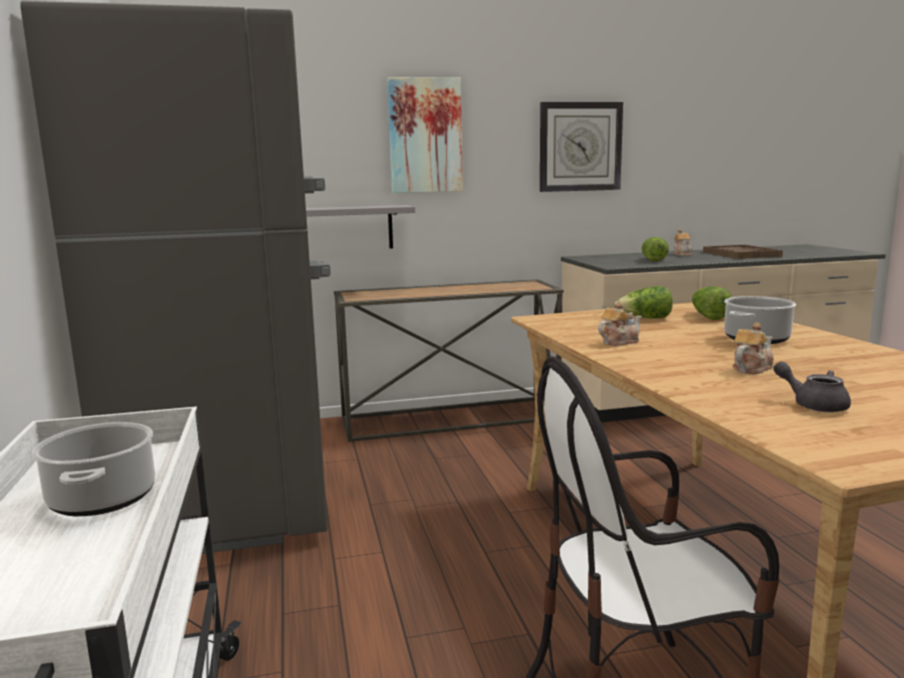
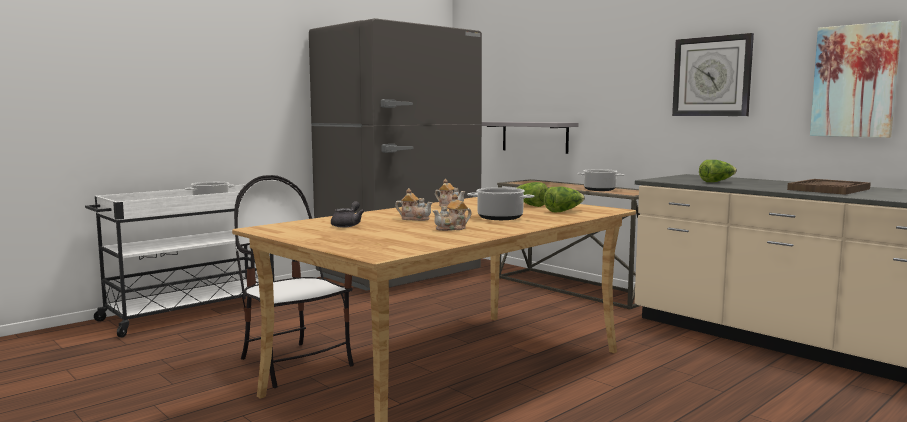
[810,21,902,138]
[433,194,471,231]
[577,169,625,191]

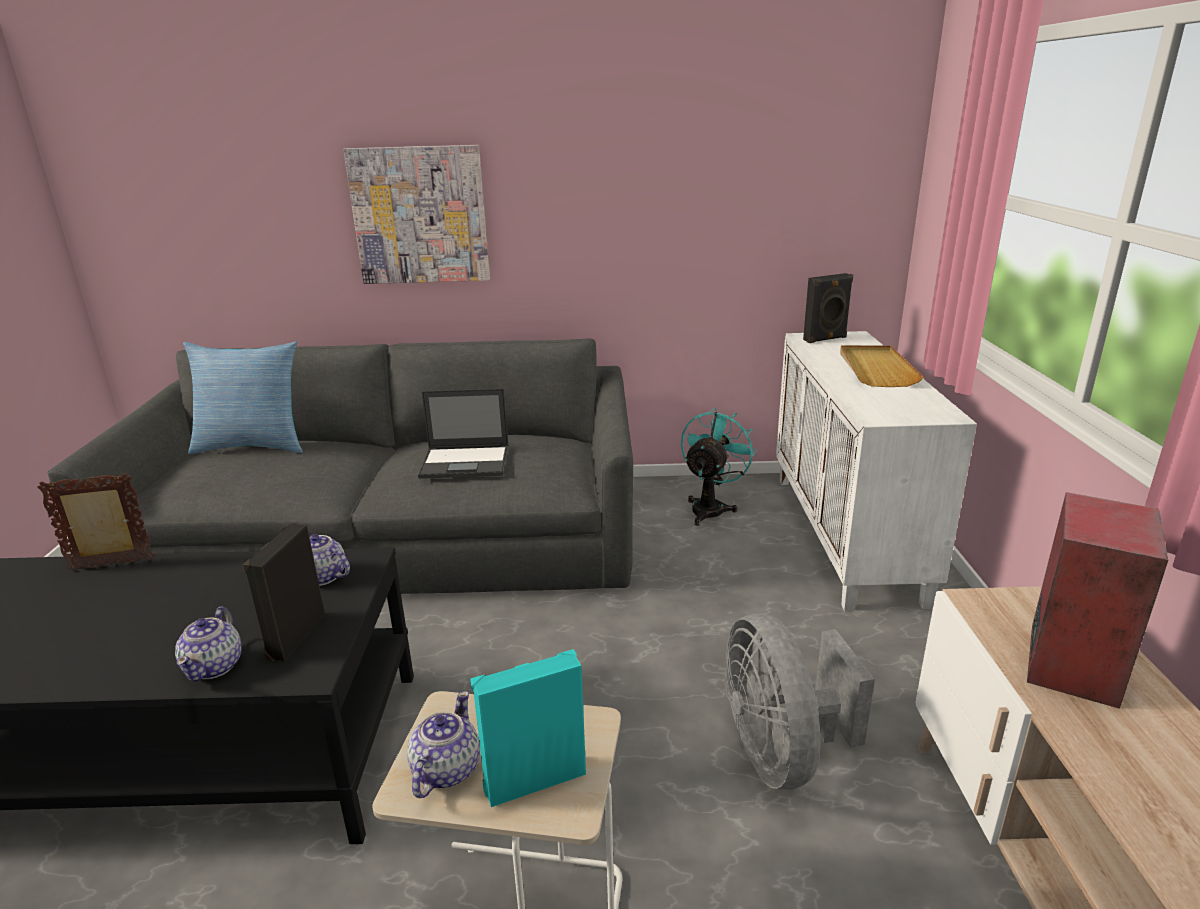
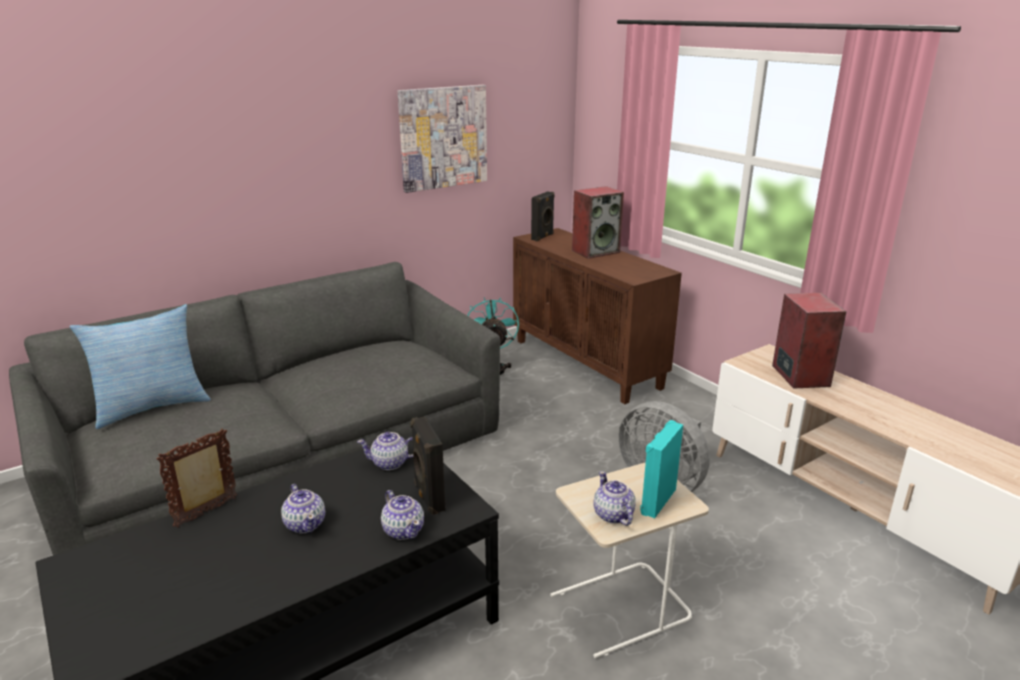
[398,85,487,193]
[418,389,509,479] (first image)
[513,228,682,404]
[572,186,624,259]
[281,484,325,533]

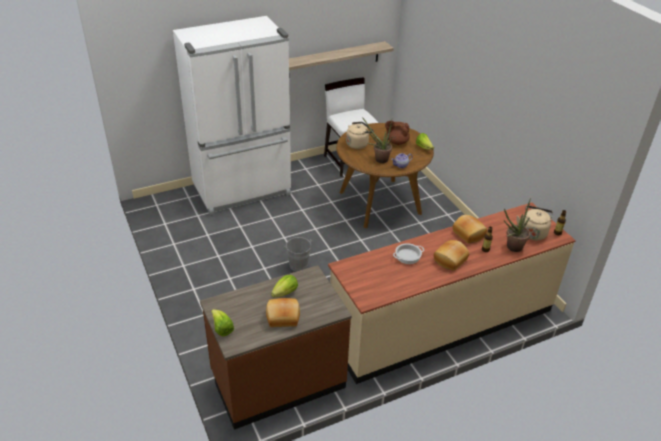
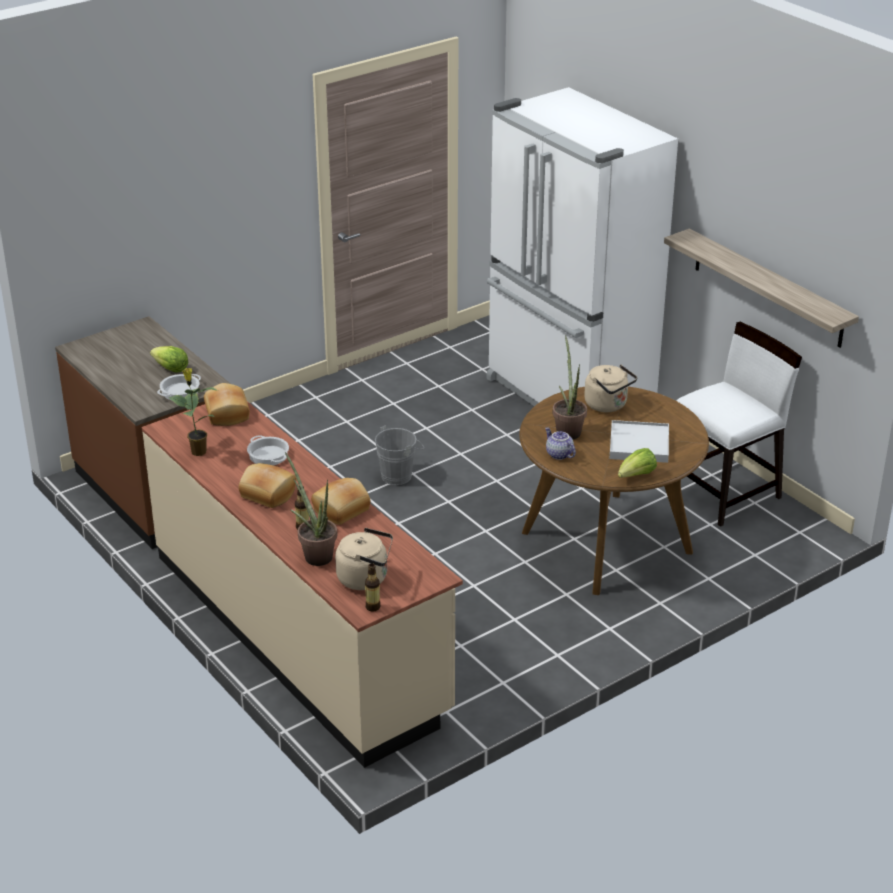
[211,309,234,336] (first image)
[204,383,250,426]
[610,420,669,463]
[157,374,201,400]
[169,368,218,456]

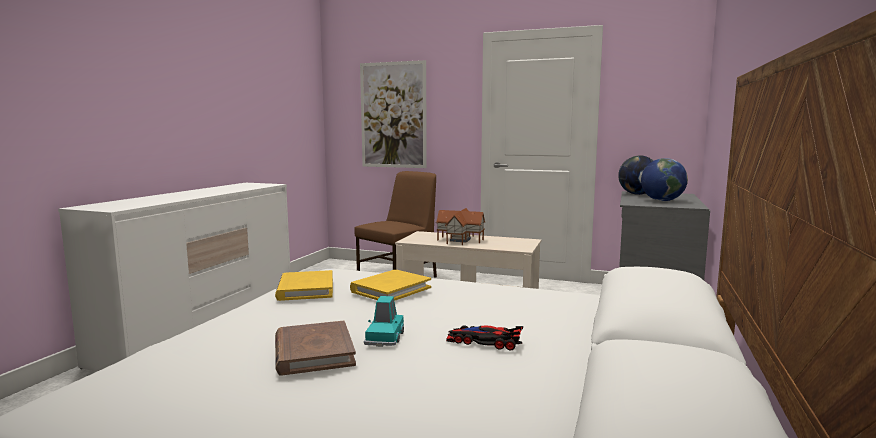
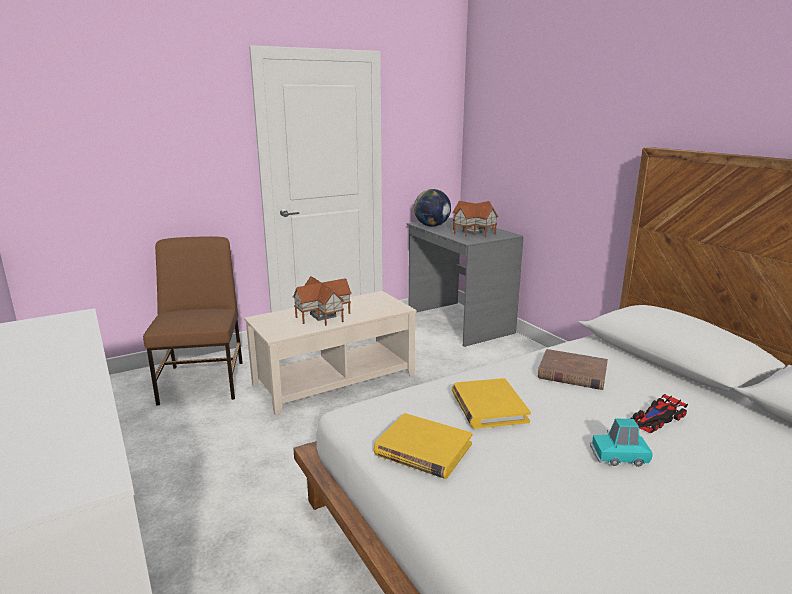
[538,349,608,390]
[360,60,427,168] (first image)
[590,419,653,467]
[452,201,498,237]

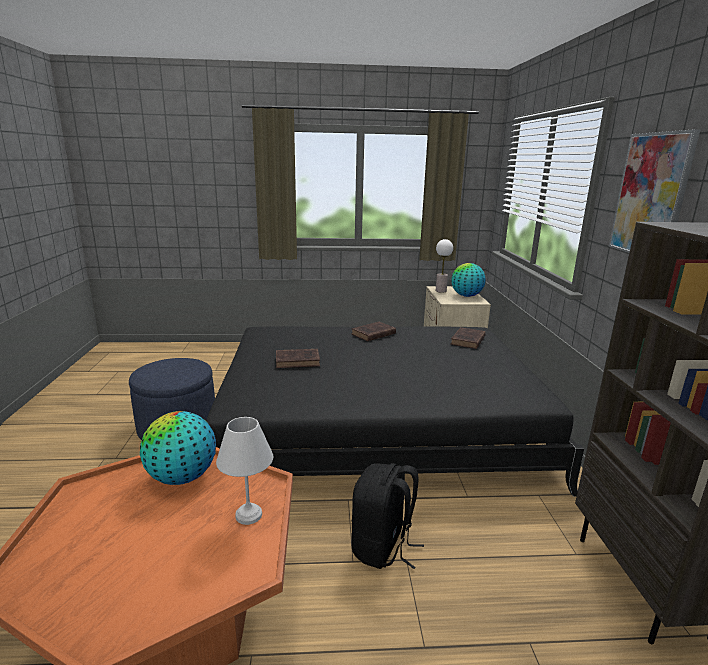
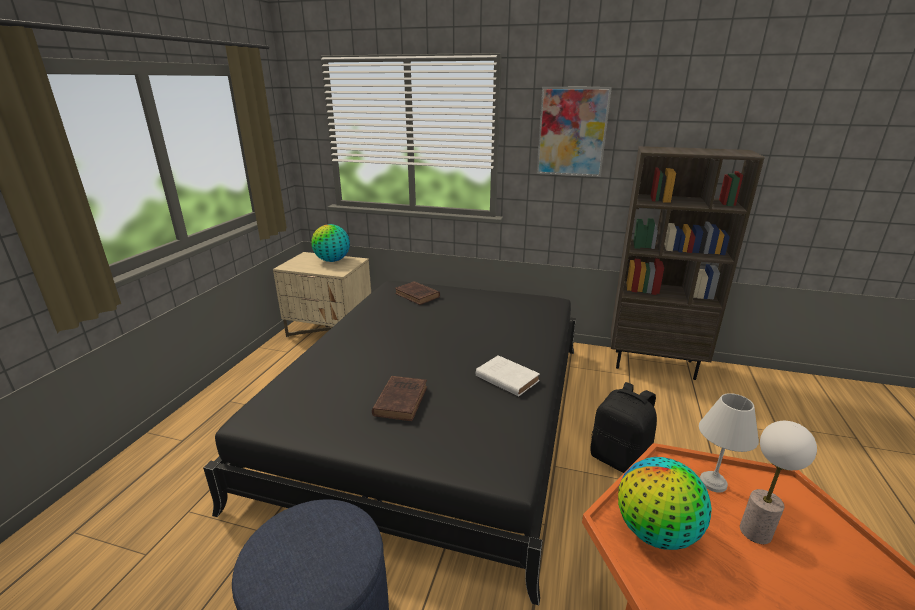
[351,322,396,341] (first image)
[740,421,817,544]
[476,355,540,396]

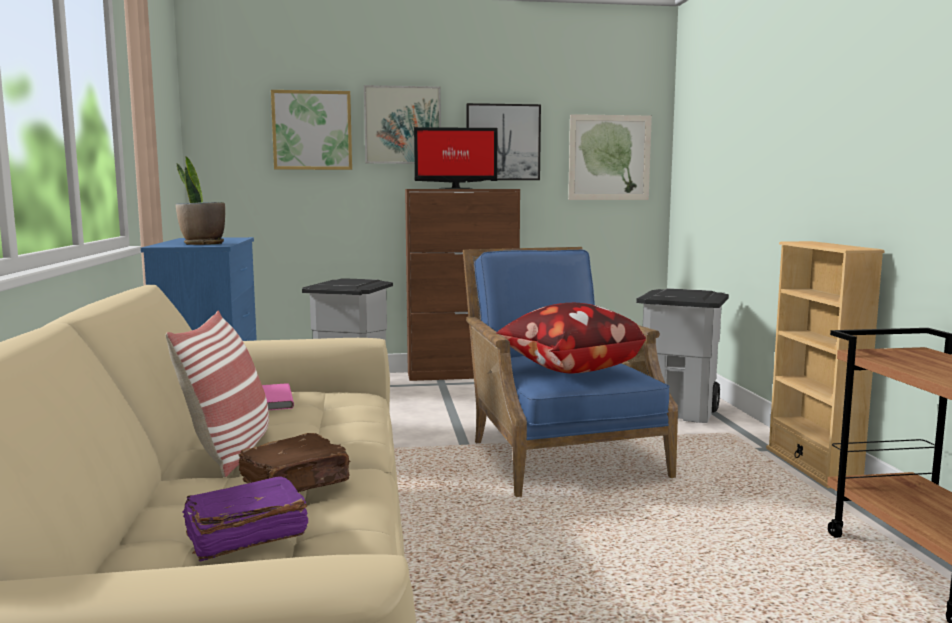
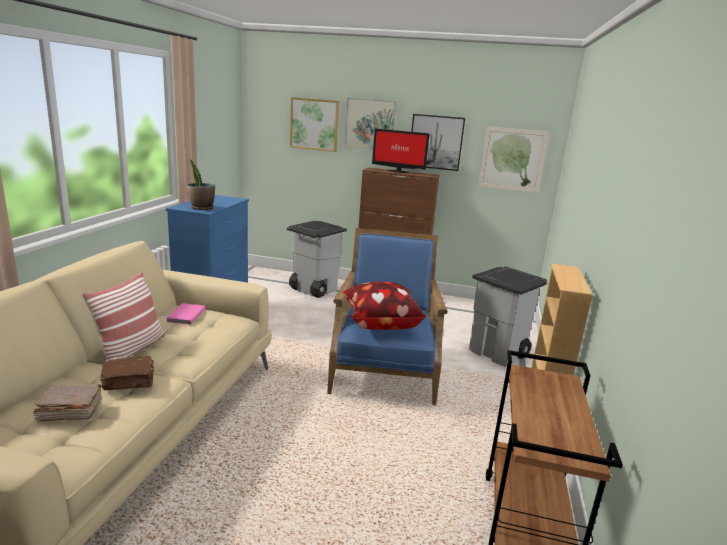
[33,384,102,422]

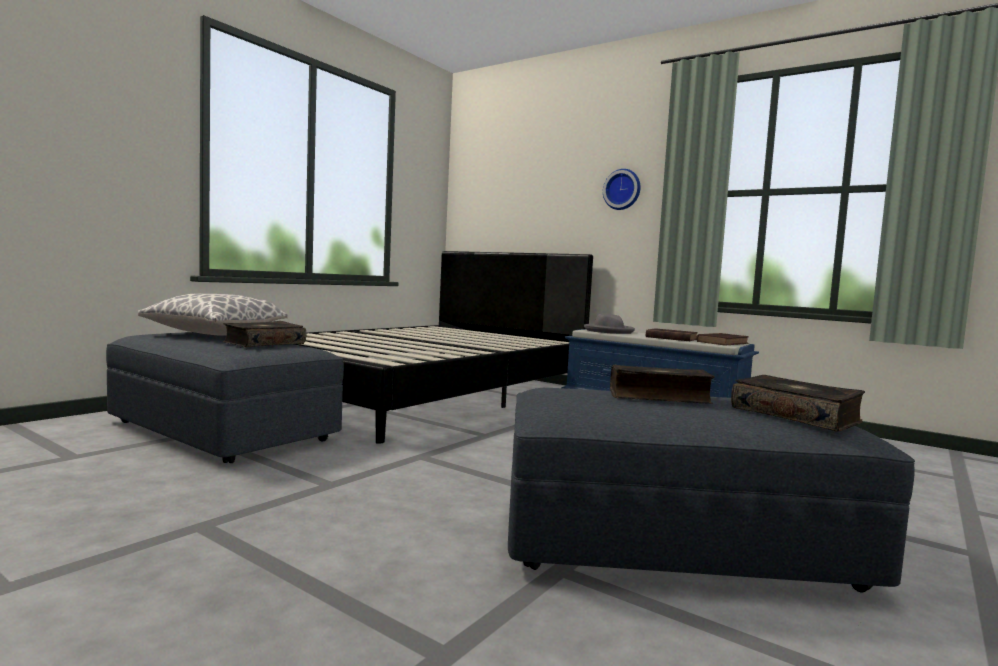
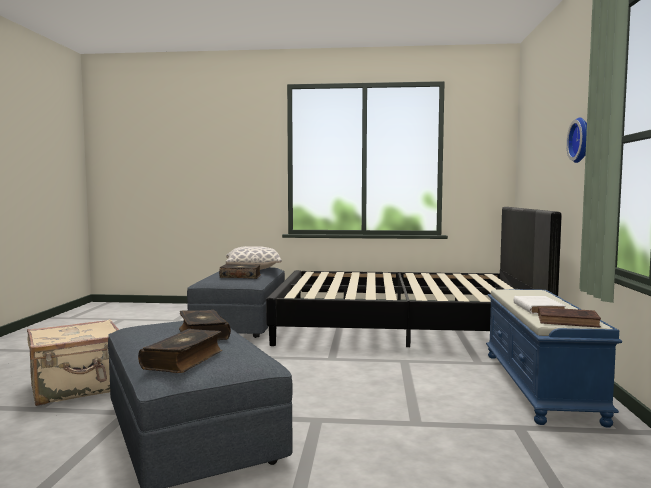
[584,314,635,334] (first image)
[514,296,566,314]
[27,319,119,406]

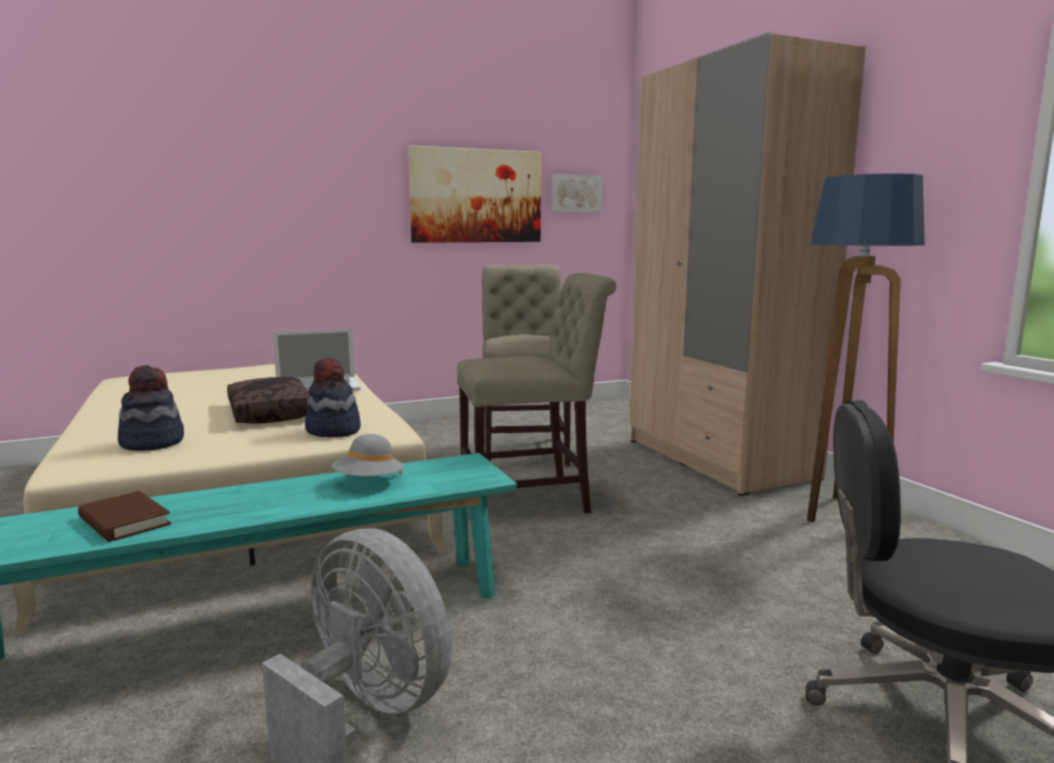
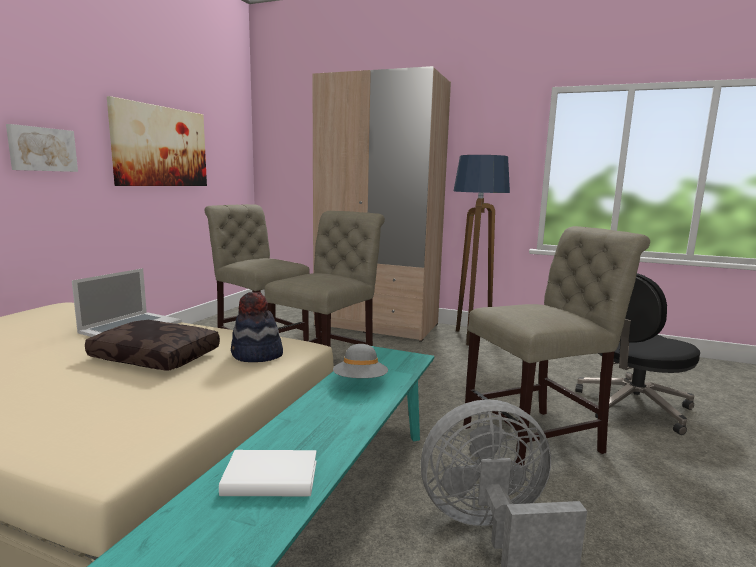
[219,450,317,496]
[118,365,184,451] (first image)
[6,124,78,172]
[464,226,650,465]

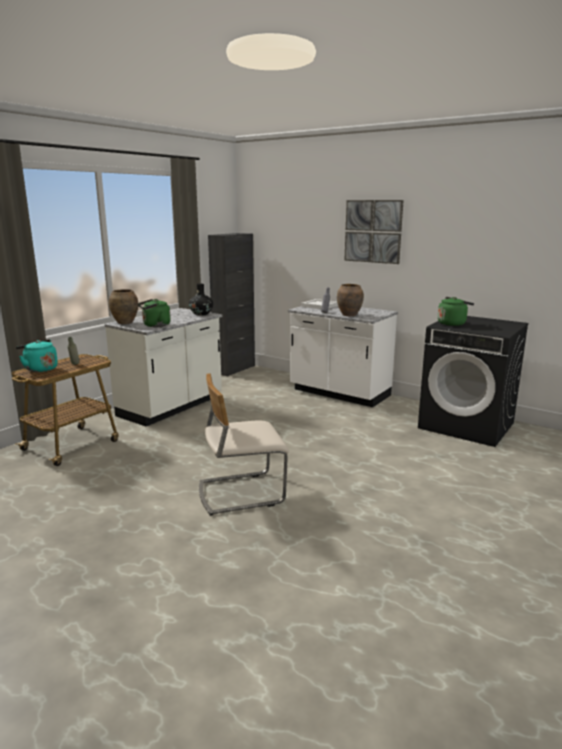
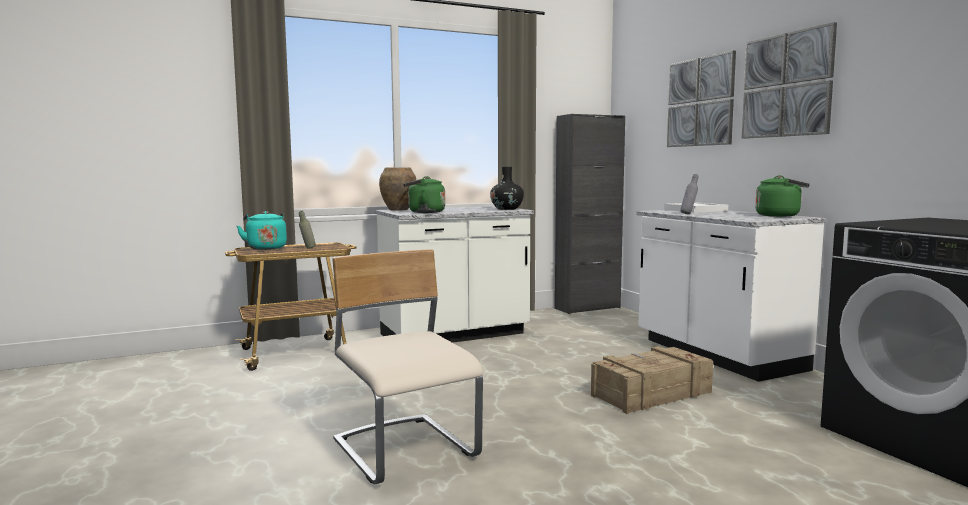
[332,249,484,485]
[337,284,364,316] (first image)
[755,175,810,217]
[591,346,713,414]
[667,51,736,147]

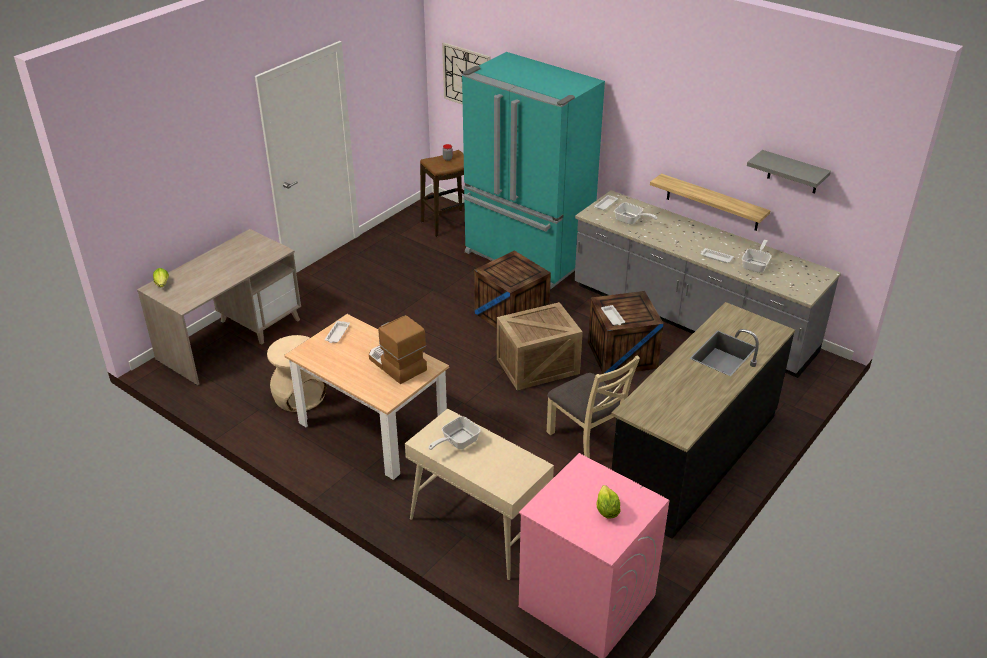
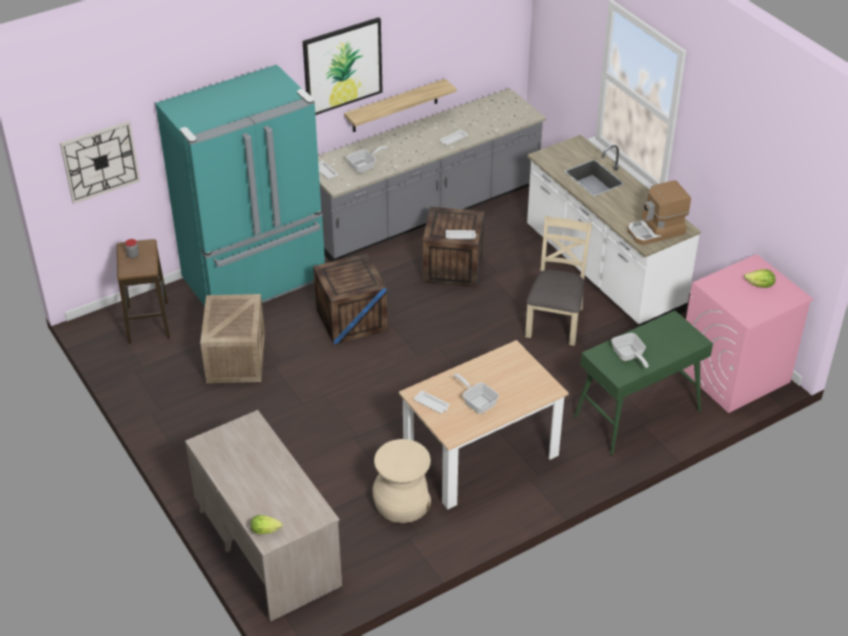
[628,180,691,245]
[574,311,713,455]
[200,294,265,383]
[525,216,592,346]
[527,135,701,326]
[454,374,499,414]
[747,150,831,194] (first image)
[303,17,383,115]

